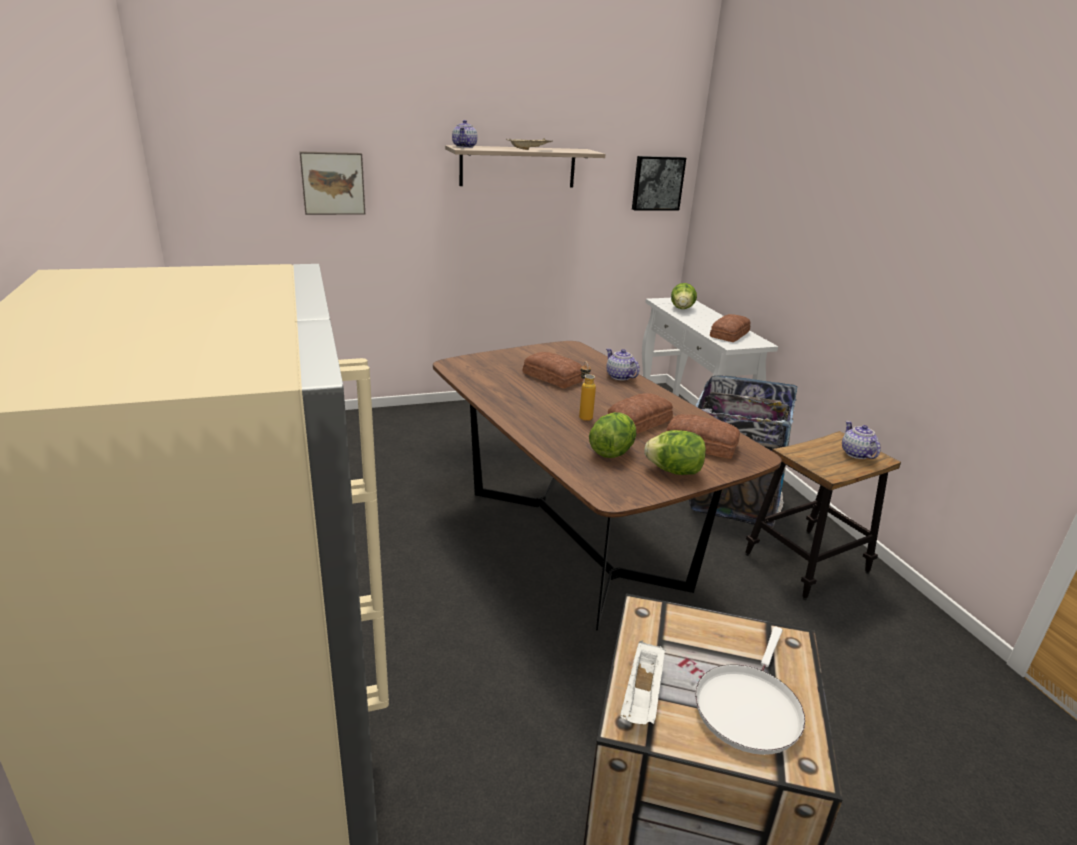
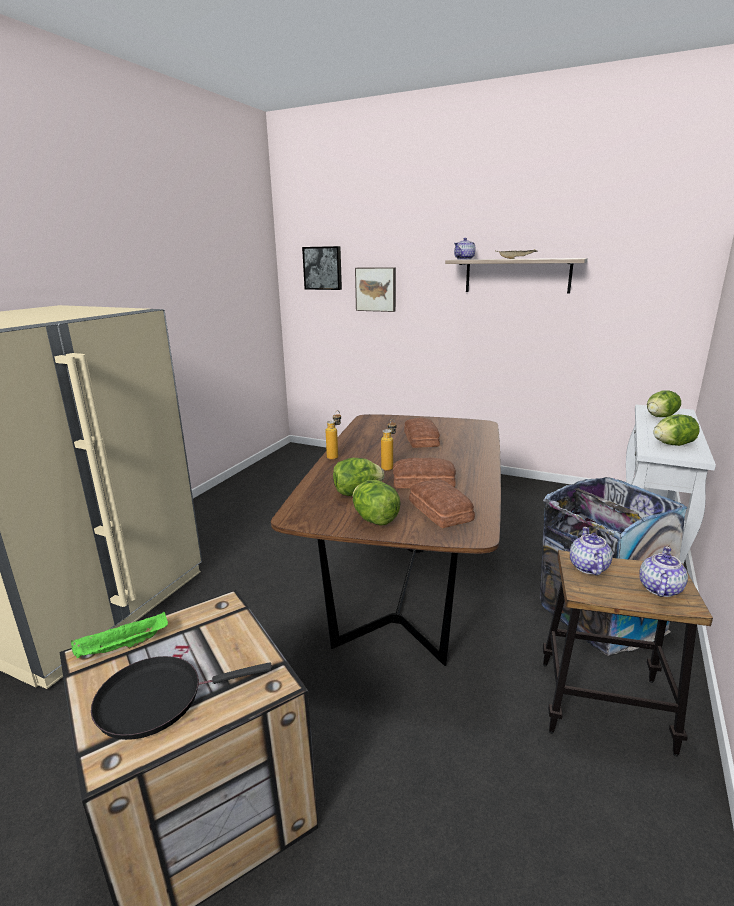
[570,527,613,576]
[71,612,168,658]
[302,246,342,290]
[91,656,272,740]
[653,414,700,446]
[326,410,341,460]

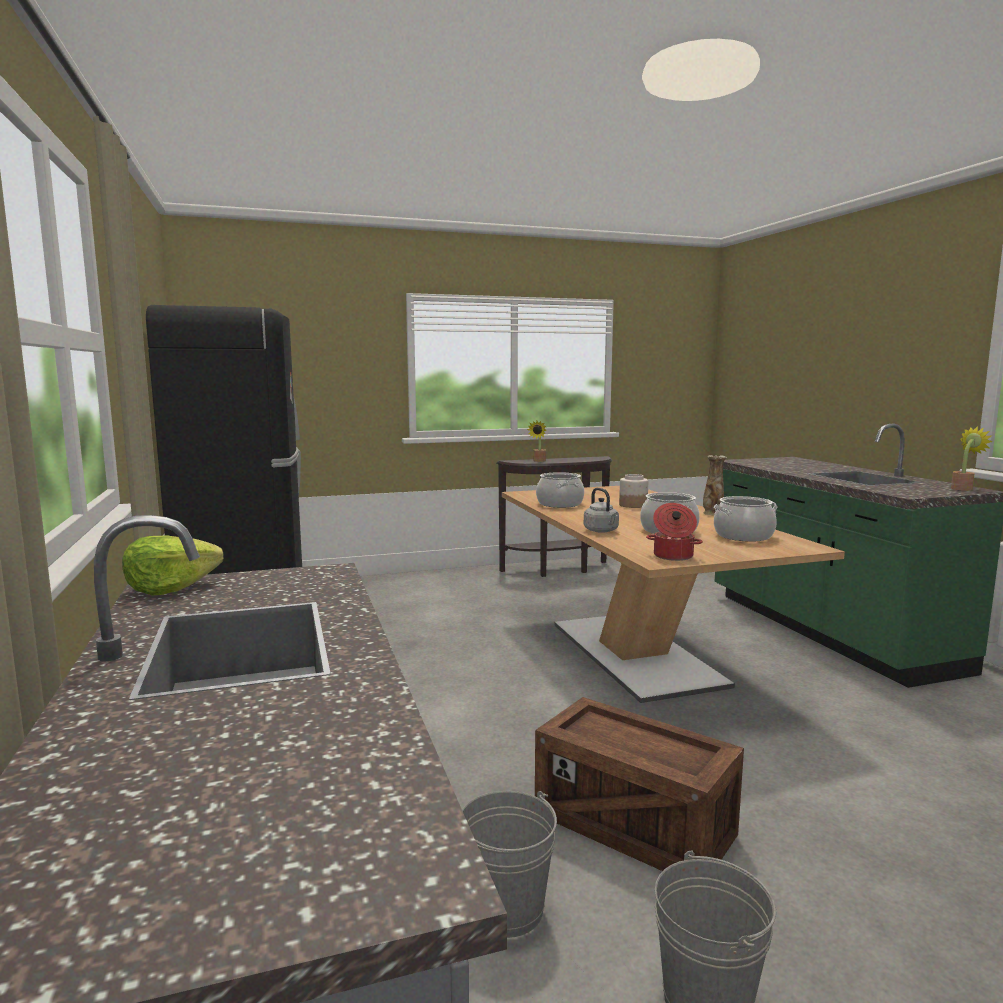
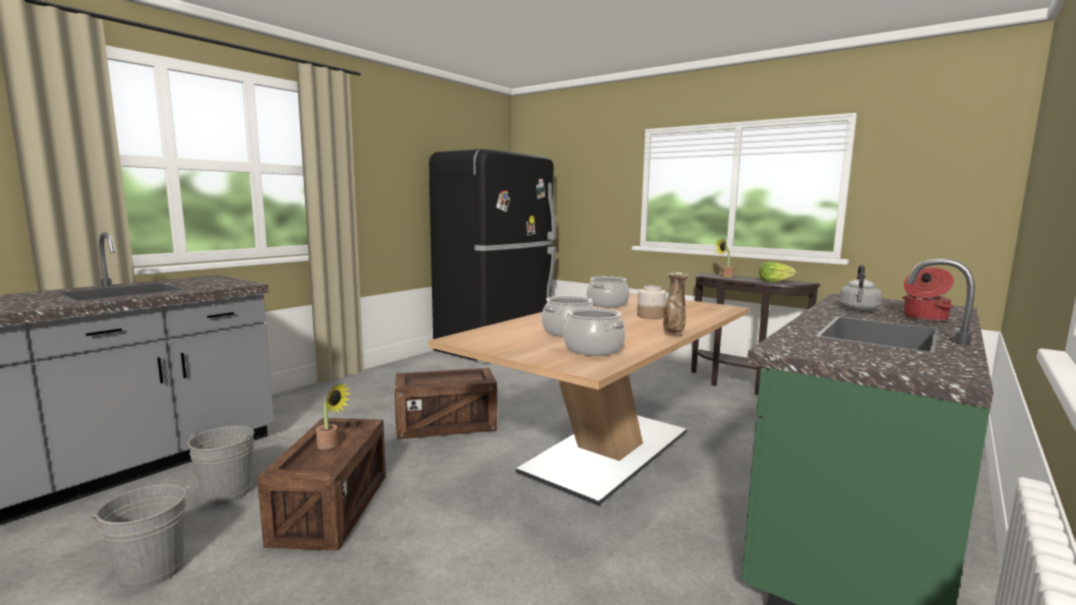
[759,262,796,282]
[839,265,882,311]
[902,268,954,322]
[316,383,351,449]
[395,368,497,439]

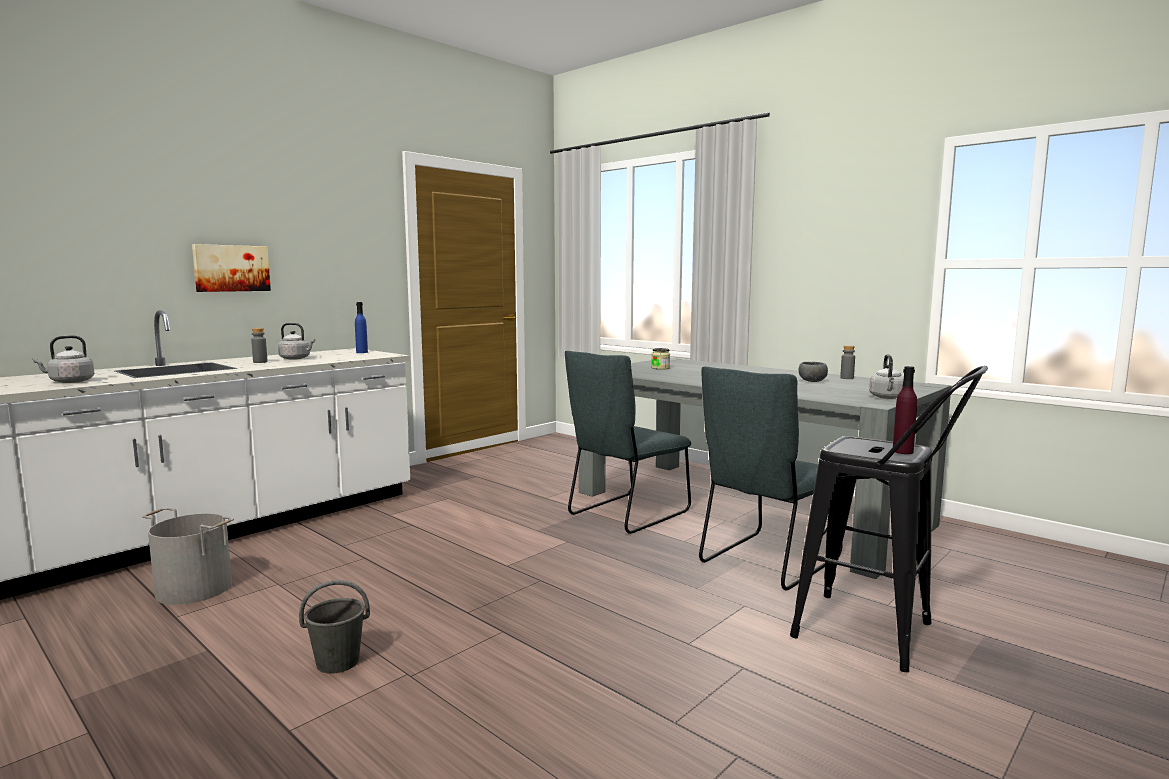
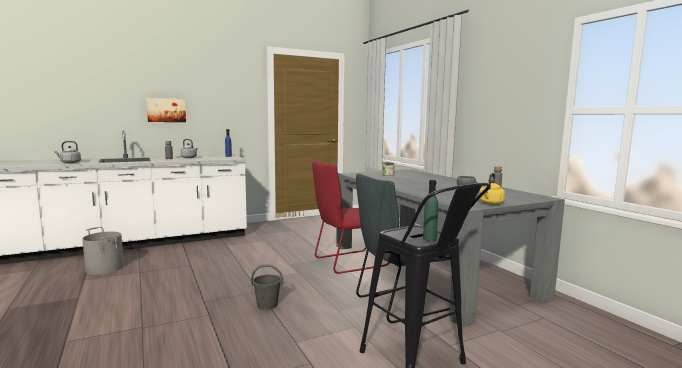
[251,264,283,310]
[312,160,389,274]
[479,173,505,205]
[423,180,438,241]

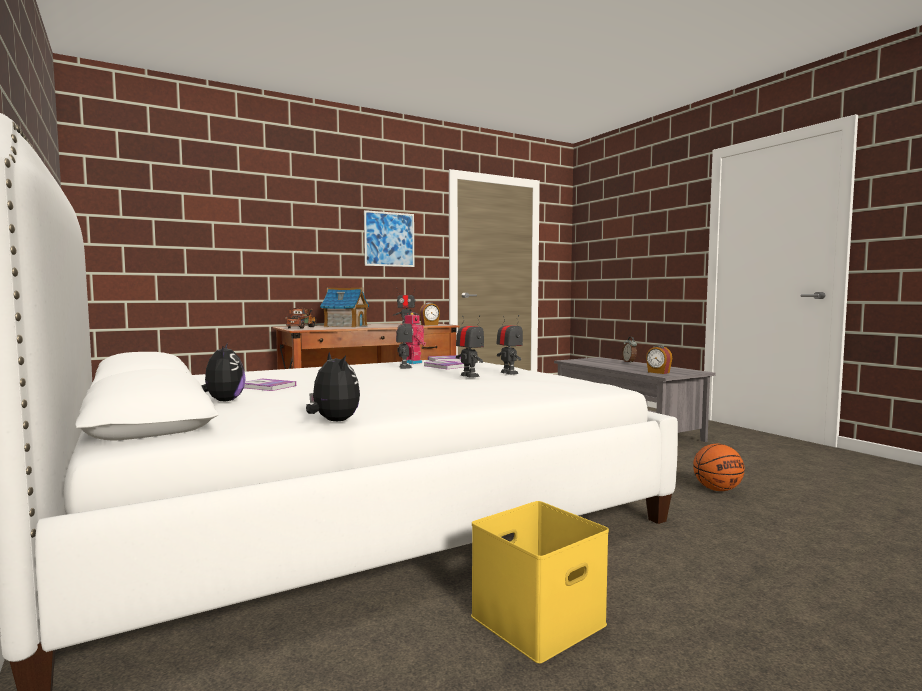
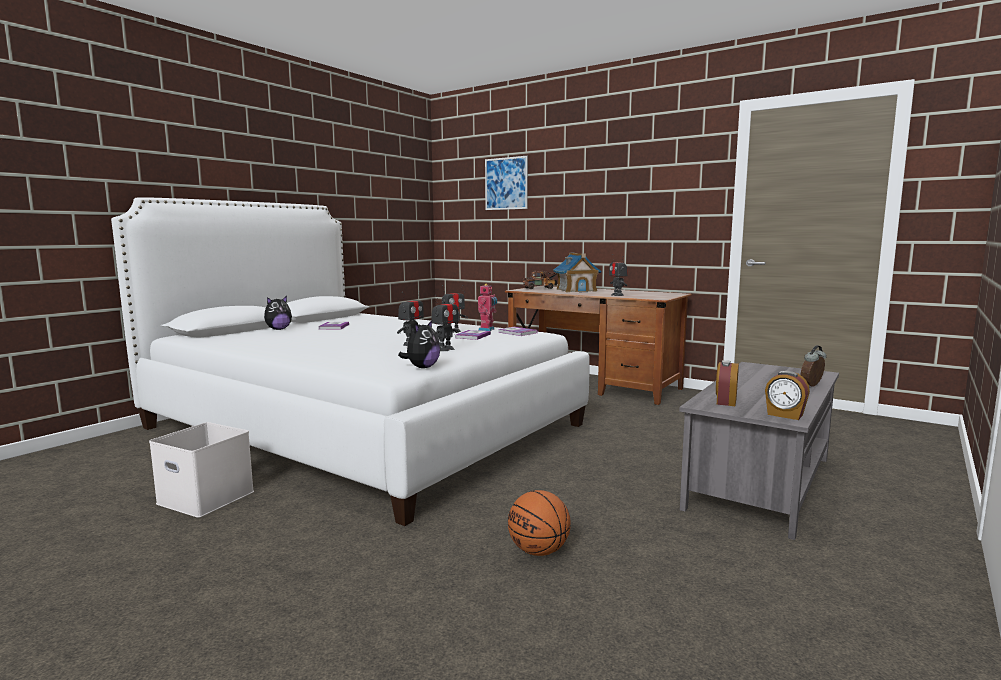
[398,320,441,368]
[485,156,528,210]
[765,371,810,420]
[149,422,254,518]

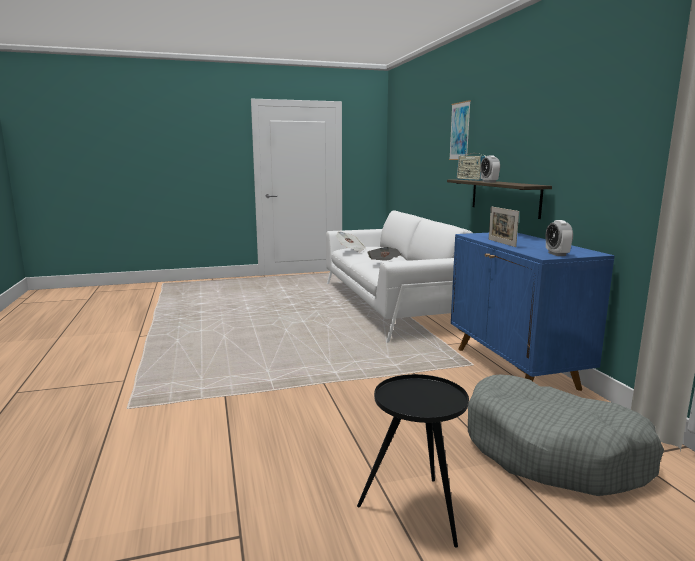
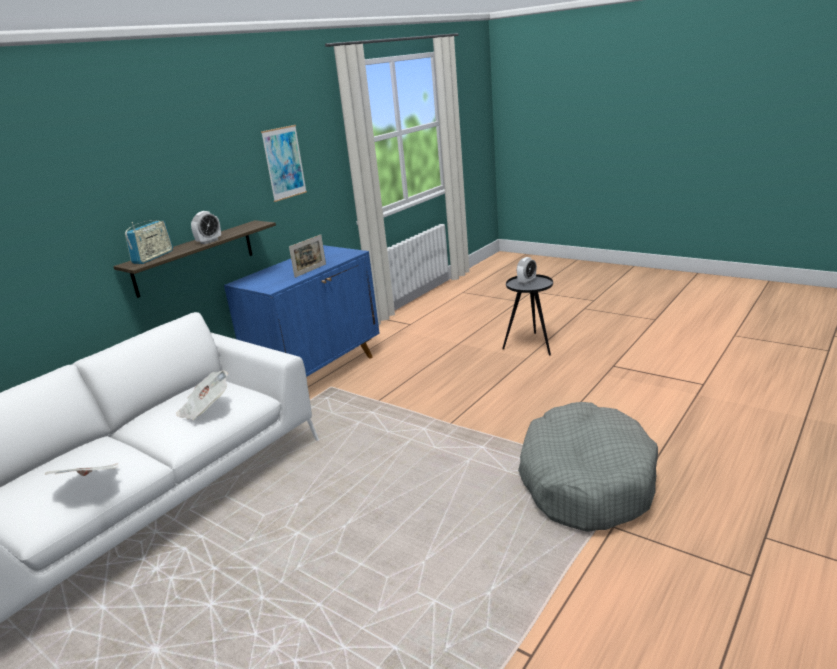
[261,125,307,202]
[518,402,658,532]
[517,257,537,285]

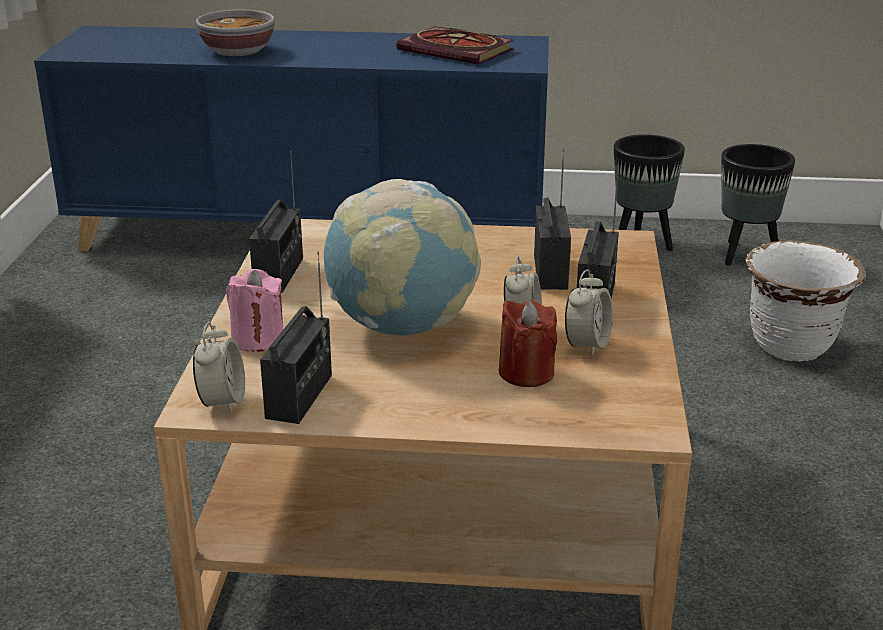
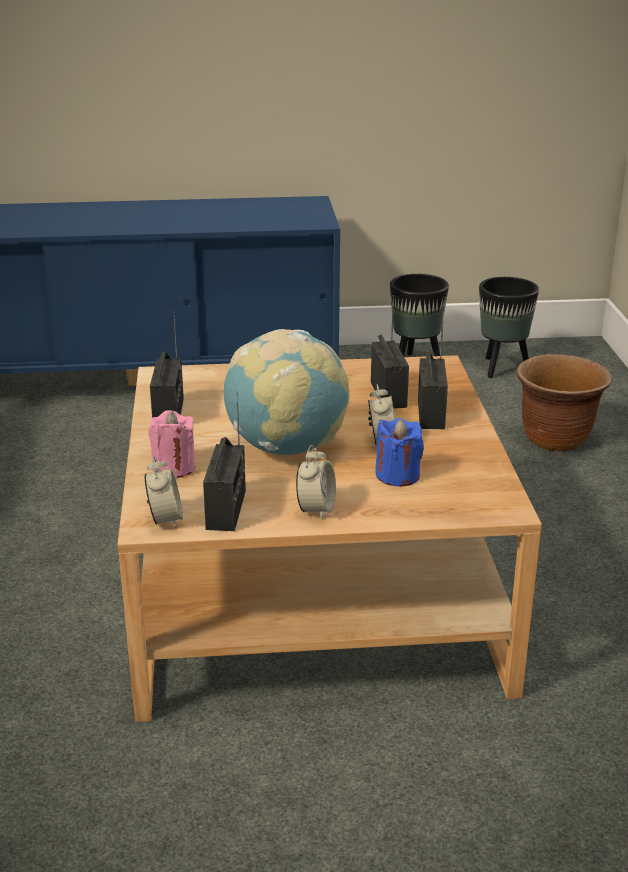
[196,9,275,56] (first image)
[396,26,514,64] (first image)
[375,418,424,486]
[296,445,336,520]
[517,354,612,452]

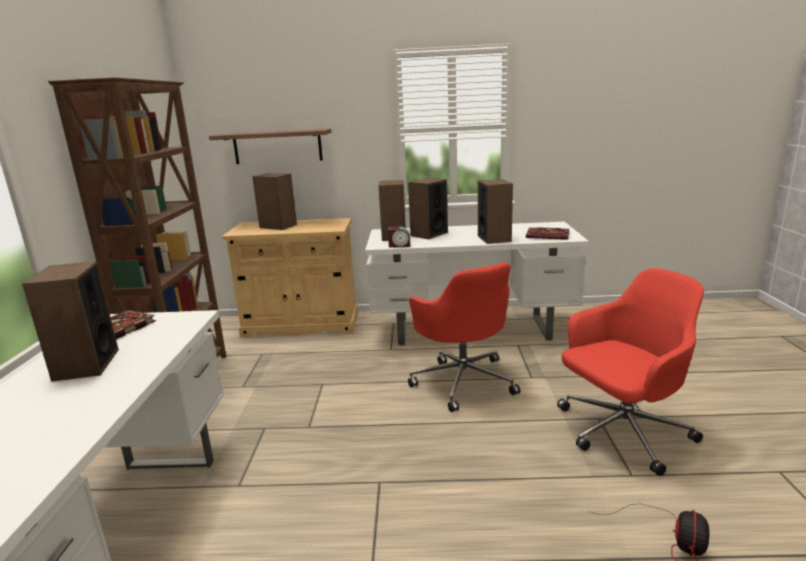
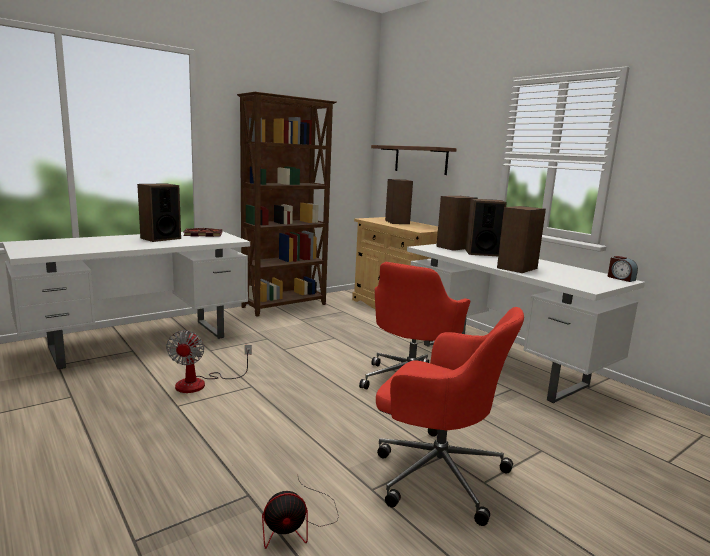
[608,256,638,282]
[526,227,569,240] (first image)
[166,330,252,393]

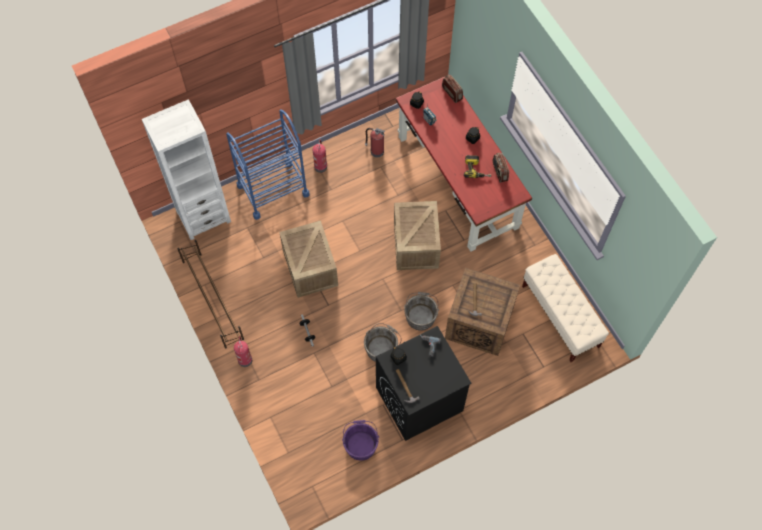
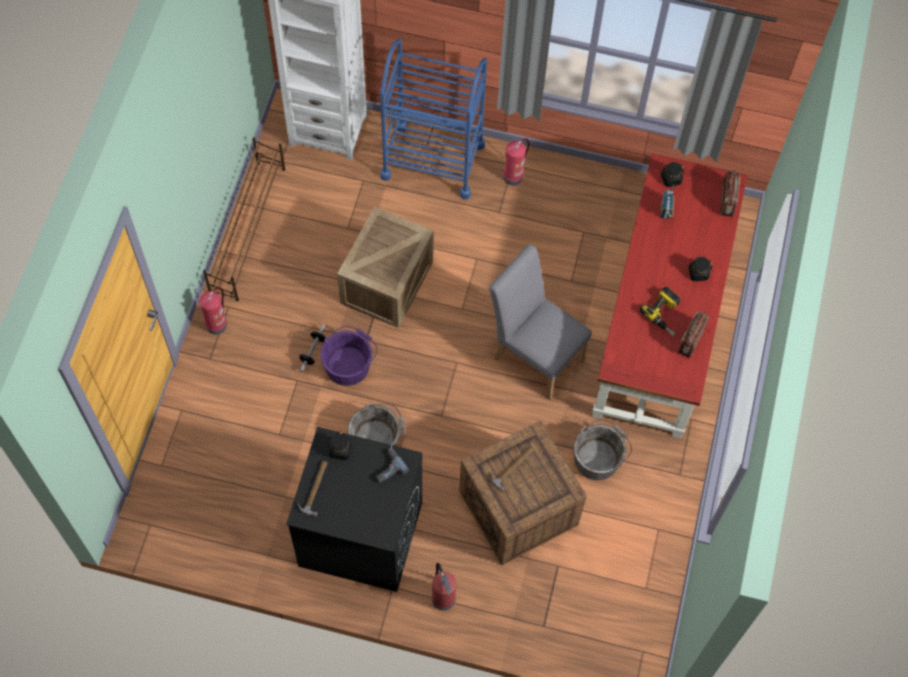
[320,326,377,386]
[432,563,456,610]
[489,244,592,400]
[573,420,632,480]
[522,254,609,362] (first image)

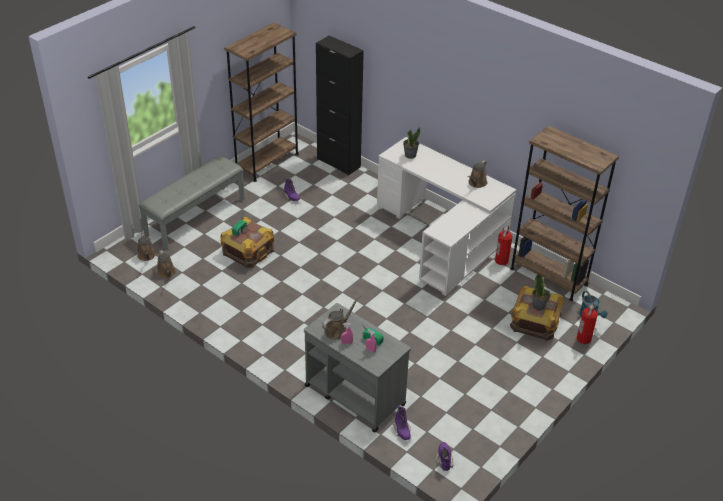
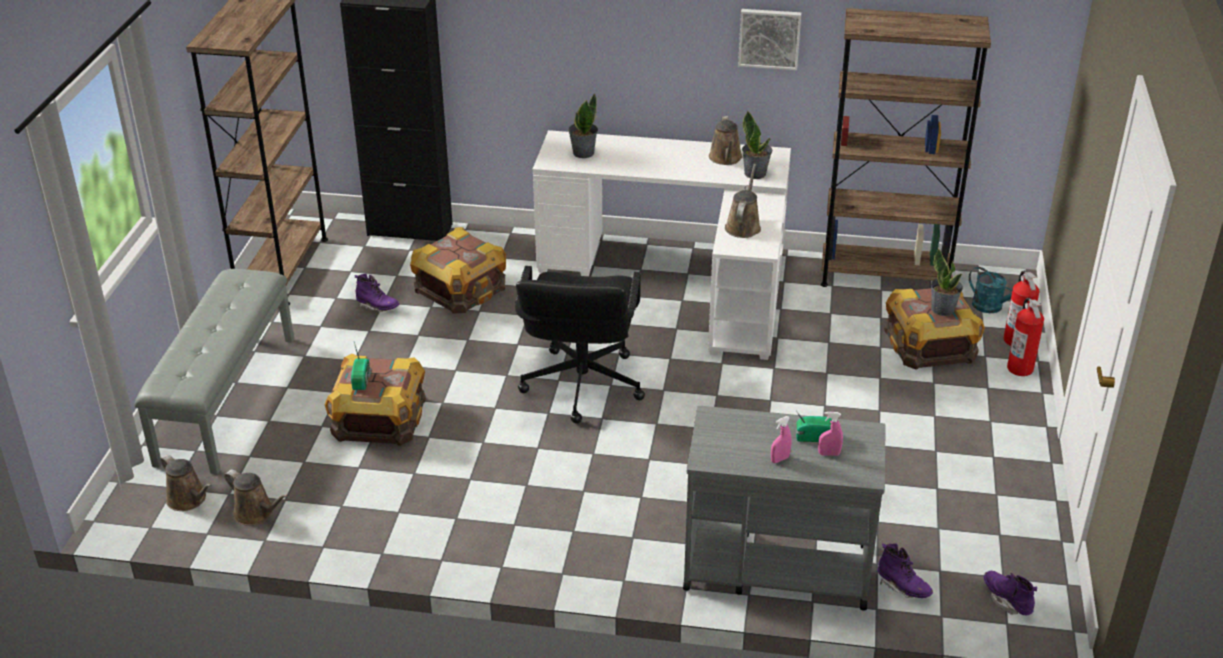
[725,164,761,238]
[1007,298,1044,376]
[410,227,506,313]
[515,266,645,423]
[738,9,801,70]
[742,111,772,179]

